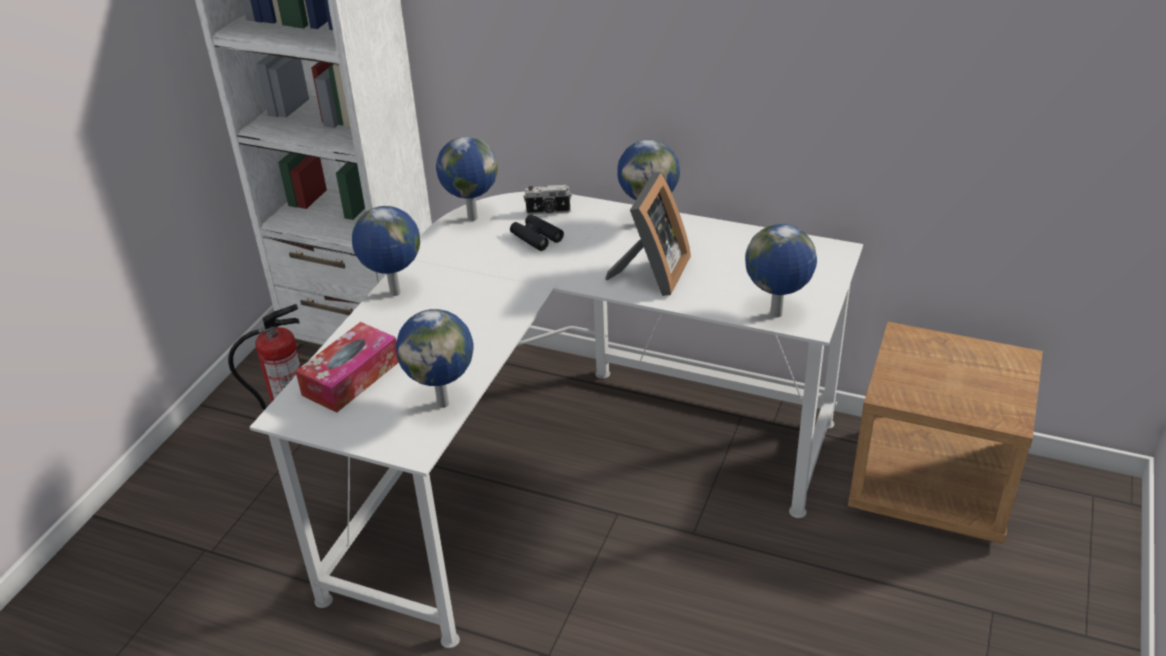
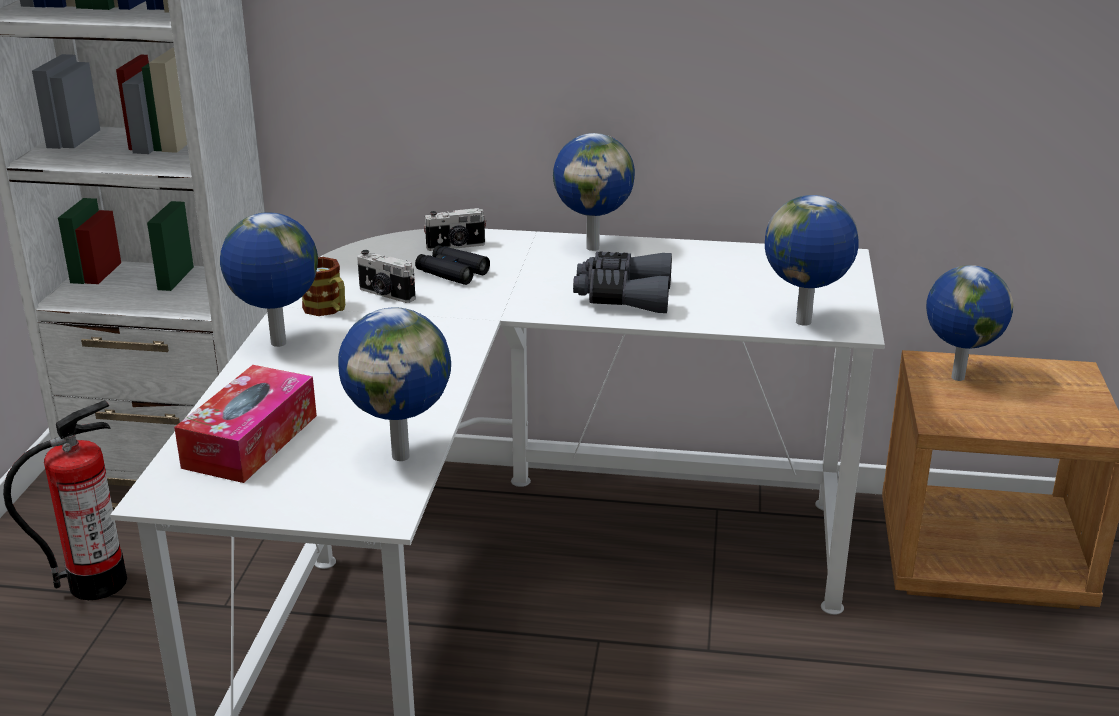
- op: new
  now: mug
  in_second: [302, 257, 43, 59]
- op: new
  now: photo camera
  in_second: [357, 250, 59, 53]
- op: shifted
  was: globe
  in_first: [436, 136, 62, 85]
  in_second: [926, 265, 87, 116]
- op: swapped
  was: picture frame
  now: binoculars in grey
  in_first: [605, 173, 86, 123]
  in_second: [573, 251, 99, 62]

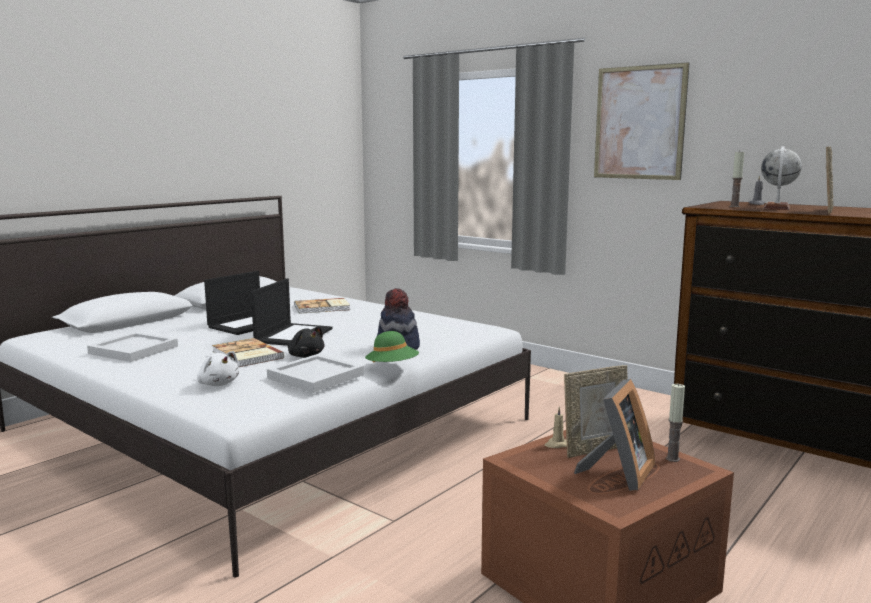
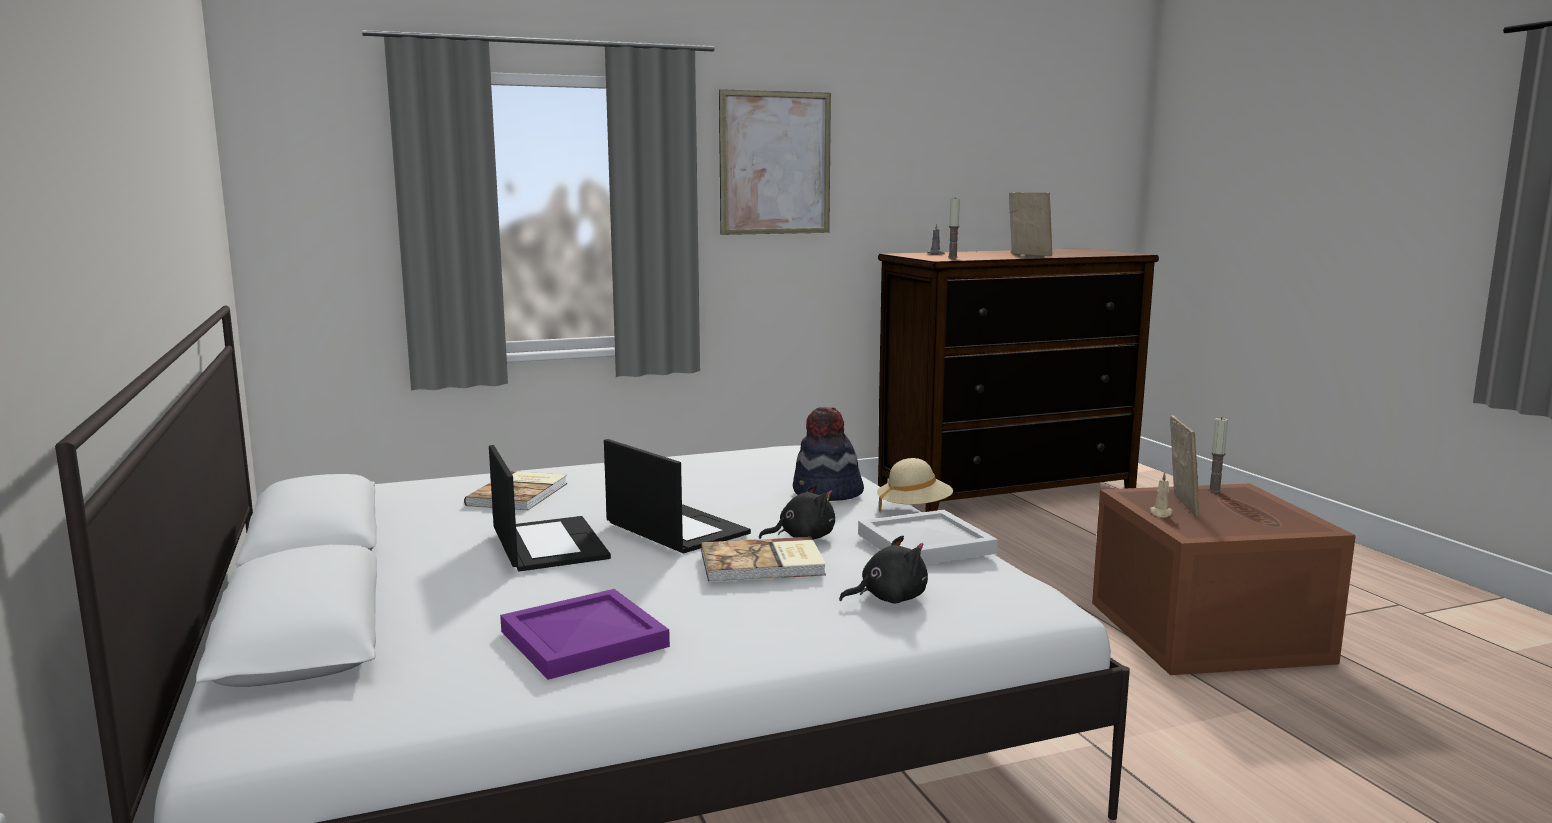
- op: gone
  was: picture frame
  in_first: [574, 379, 81, 112]
- op: gone
  was: globe
  in_first: [761, 146, 41, 64]
- op: repainted
  was: tray in white
  now: tray in purple
  in_first: [87, 332, 91, 30]
  in_second: [500, 589, 170, 91]
- op: repainted
  was: plush toy in white
  now: plush toy in black
  in_first: [197, 351, 42, 35]
  in_second: [839, 535, 89, 68]
- op: repainted
  was: hat in green
  now: hat in beige
  in_first: [365, 331, 54, 32]
  in_second: [877, 458, 76, 54]

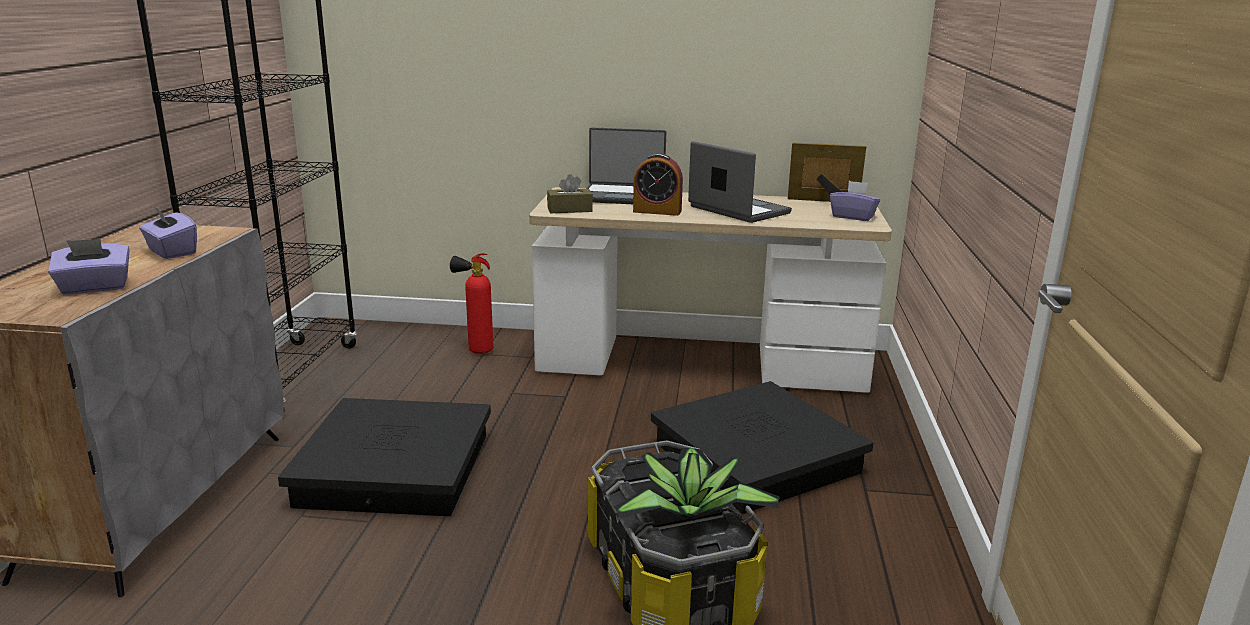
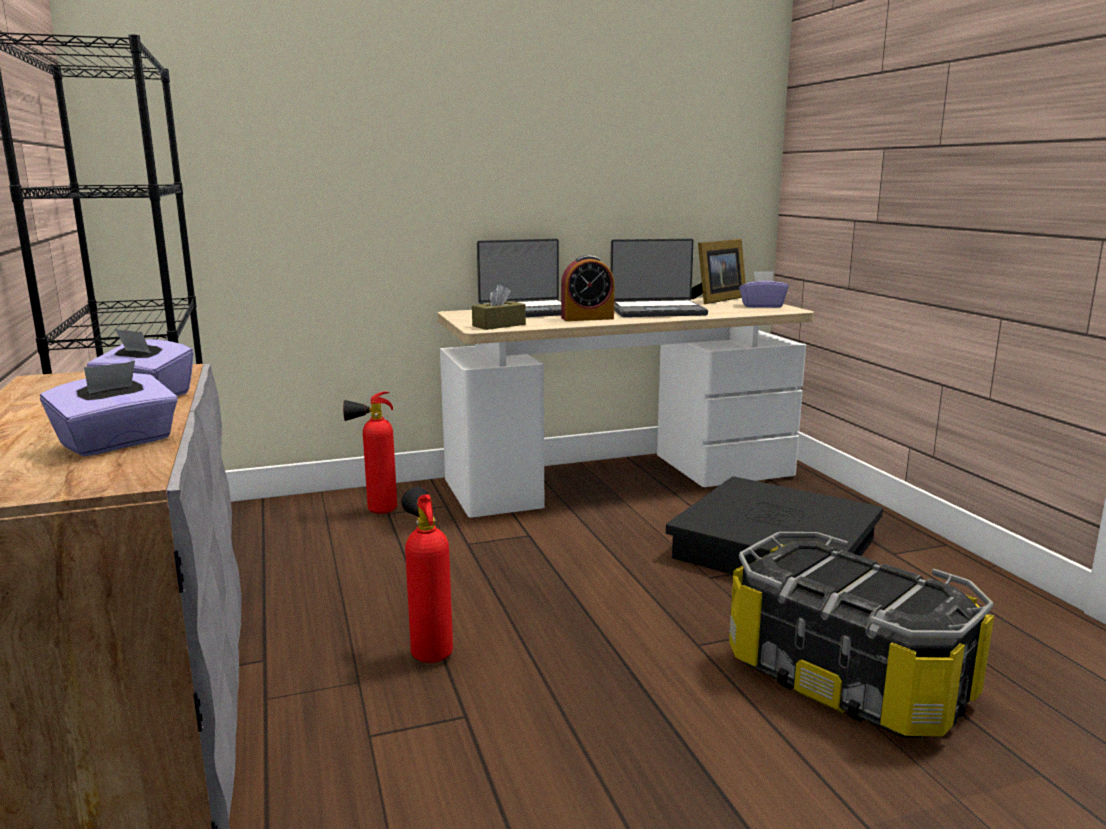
- op: gone
  was: potted plant
  in_first: [614, 448, 166, 73]
- op: swapped
  was: storage box in black
  now: fire extinguisher
  in_first: [278, 398, 213, 118]
  in_second: [401, 487, 52, 176]
- op: rotated
  was: laptop
  in_first: [688, 141, 104, 82]
  in_second: [610, 238, 98, 79]
  clockwise: 150
- op: rotated
  was: picture frame
  in_first: [788, 142, 78, 60]
  in_second: [691, 239, 55, 65]
  clockwise: 150

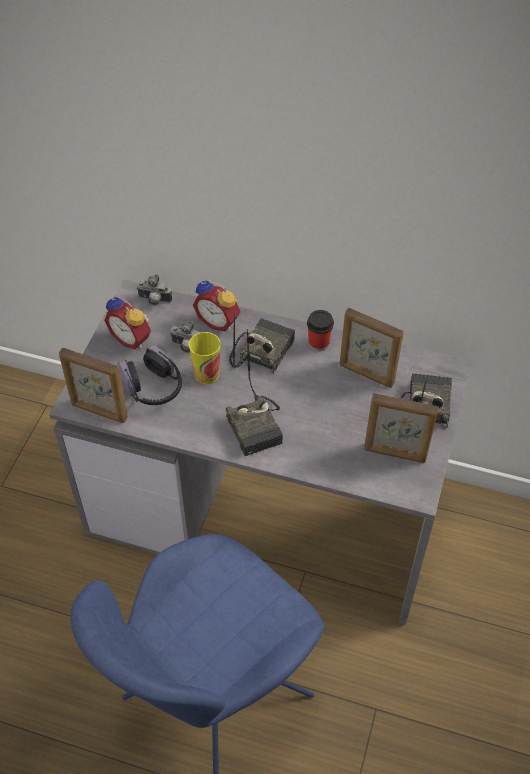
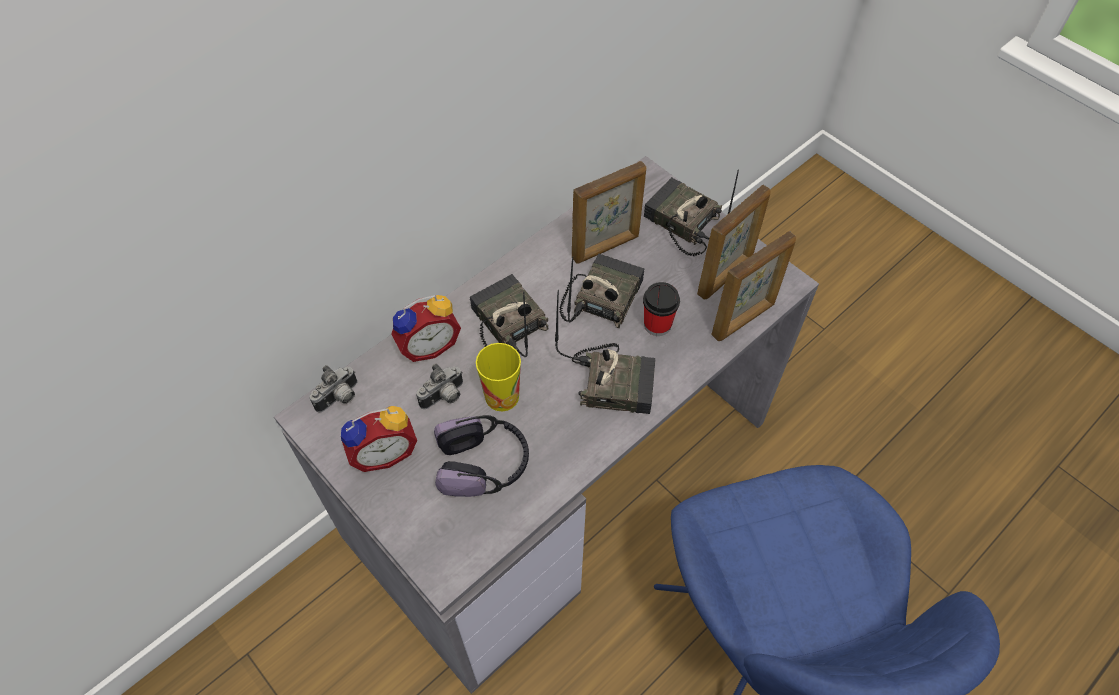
- op: new
  now: radio
  in_second: [559, 253, 85, 75]
- op: shifted
  was: picture frame
  in_first: [59, 347, 69, 76]
  in_second: [711, 231, 85, 110]
- op: shifted
  was: cup
  in_first: [307, 310, 27, 41]
  in_second: [643, 282, 37, 54]

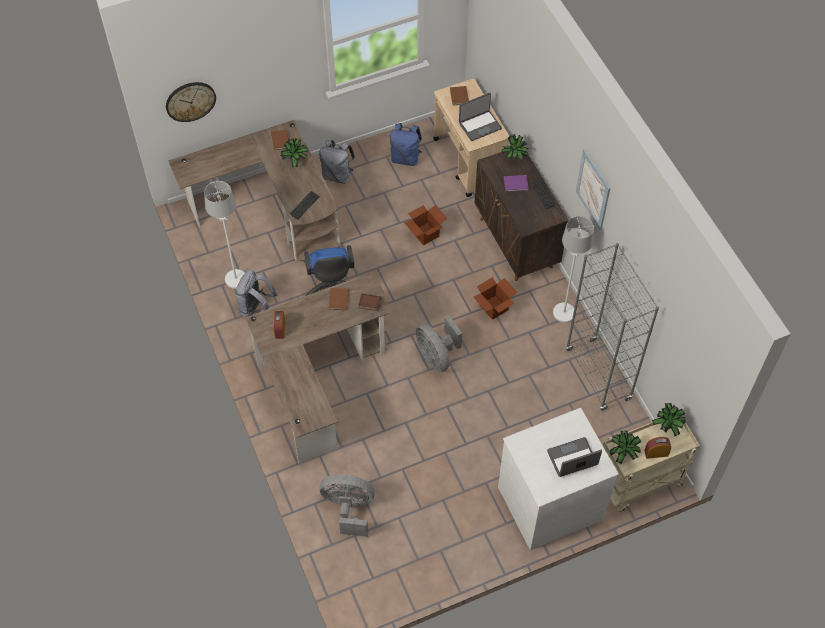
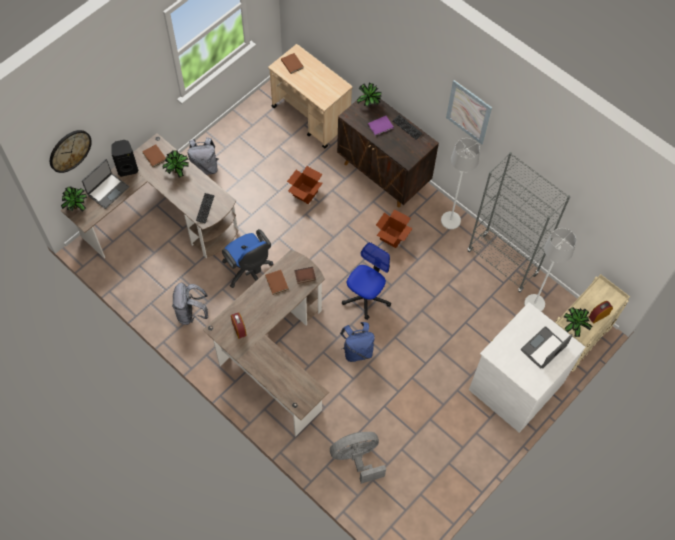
- op: new
  now: speaker in black
  in_second: [112, 140, 26, 37]
- op: shifted
  was: floor lamp in white
  in_first: [204, 181, 41, 108]
  in_second: [524, 228, 52, 84]
- op: shifted
  was: backpack in blue
  in_first: [390, 123, 32, 43]
  in_second: [340, 322, 35, 40]
- op: shifted
  was: laptop
  in_first: [459, 93, 43, 48]
  in_second: [82, 159, 47, 50]
- op: shifted
  was: potted plant
  in_first: [652, 403, 34, 33]
  in_second: [61, 186, 26, 26]
- op: swapped
  was: fan in grey
  now: office chair
  in_first: [416, 315, 46, 57]
  in_second: [342, 242, 49, 78]

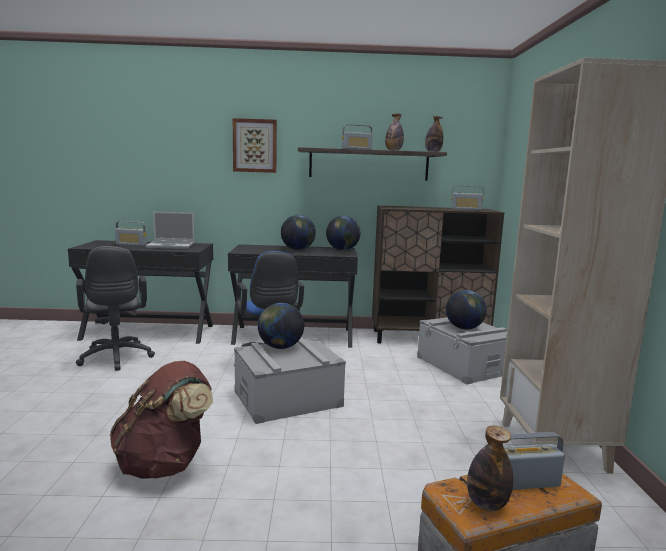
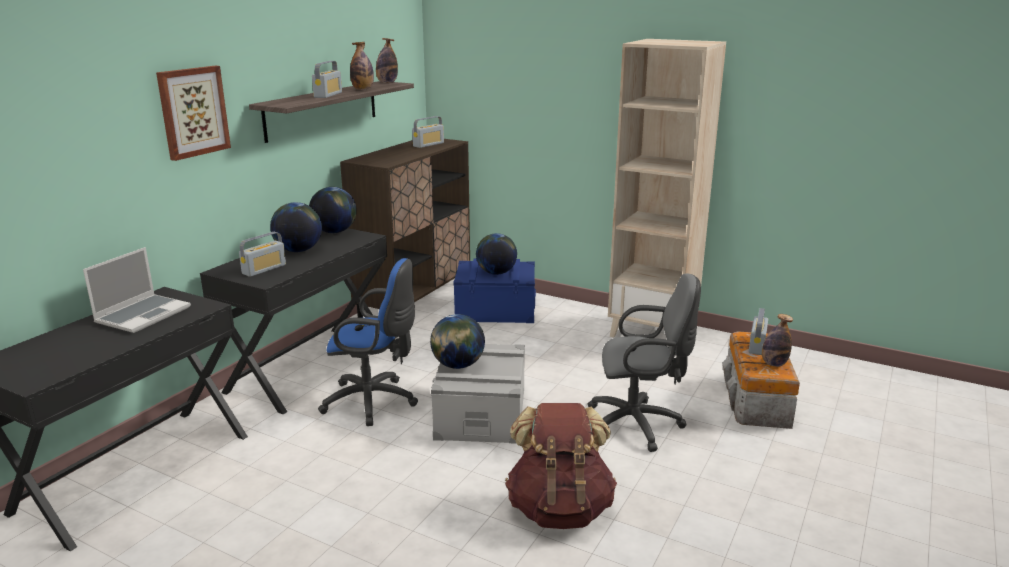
- op: shifted
  was: office chair in grey
  in_first: [76, 246, 79, 125]
  in_second: [587, 273, 114, 179]
- op: shifted
  was: radio
  in_first: [115, 221, 32, 25]
  in_second: [239, 232, 47, 45]
- op: repainted
  was: storage box in grey
  now: storage box in blue
  in_first: [417, 318, 90, 66]
  in_second: [453, 259, 83, 64]

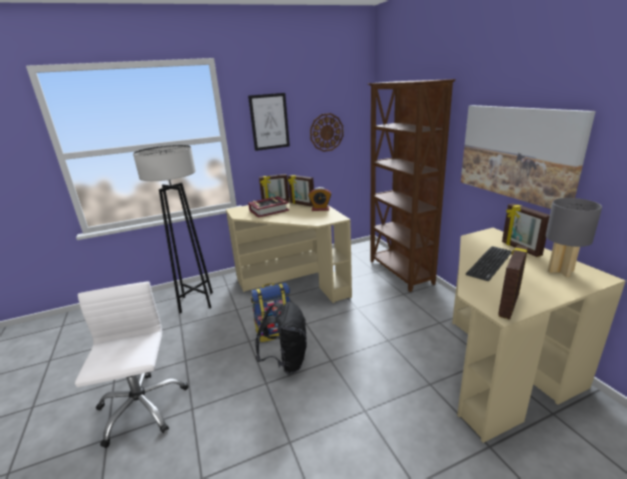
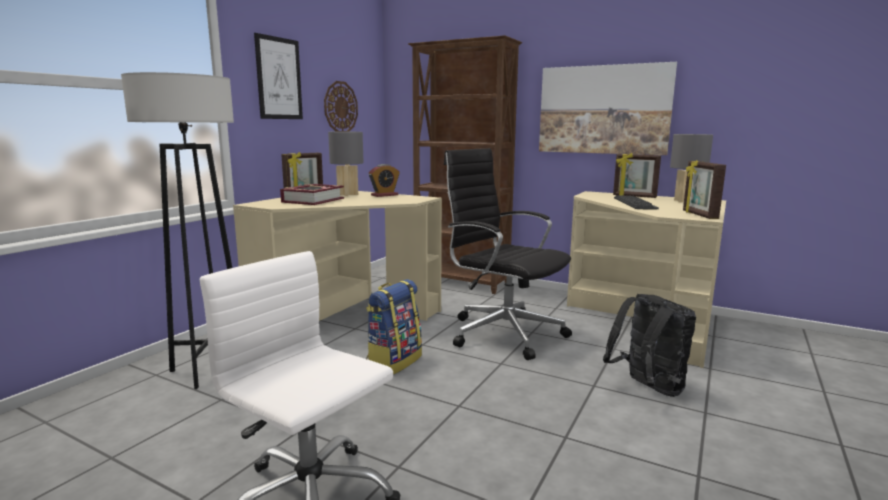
- op: new
  now: office chair in black
  in_second: [444, 148, 128, 212]
- op: shifted
  was: backpack in black
  in_first: [255, 302, 52, 73]
  in_second: [603, 294, 93, 103]
- op: swapped
  was: picture frame
  now: table lamp in grey
  in_first: [288, 175, 26, 32]
  in_second: [328, 132, 36, 64]

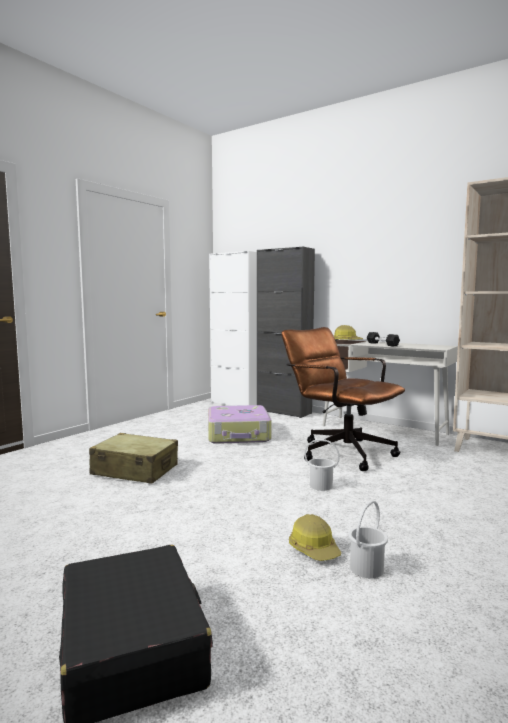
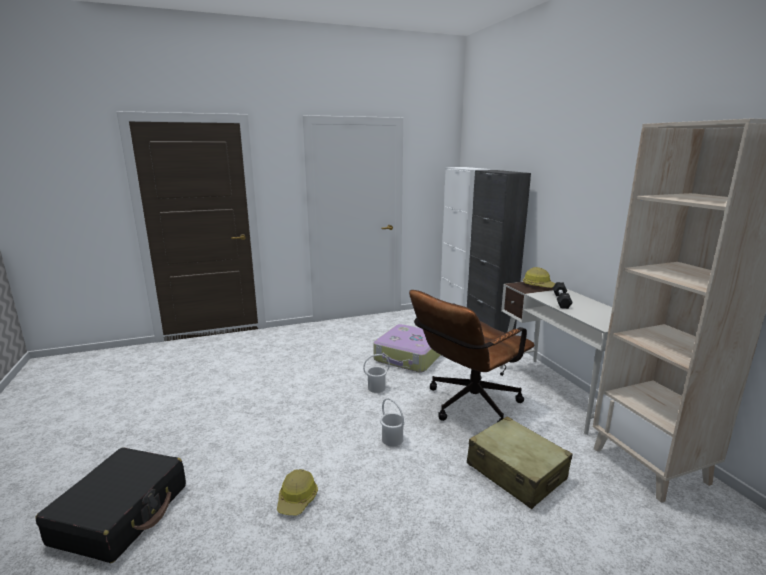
- op: shifted
  was: suitcase in beige
  in_first: [89, 433, 89, 51]
  in_second: [467, 416, 105, 93]
- op: shifted
  was: bucket in white
  in_first: [348, 501, 40, 78]
  in_second: [363, 354, 27, 39]
- op: rotated
  was: office chair in brown
  in_first: [281, 327, 124, 144]
  in_second: [409, 290, 125, 132]
  clockwise: -120

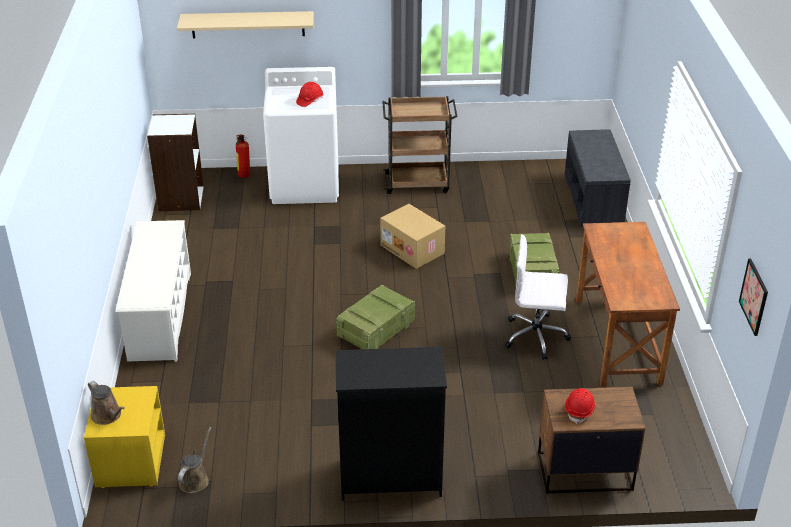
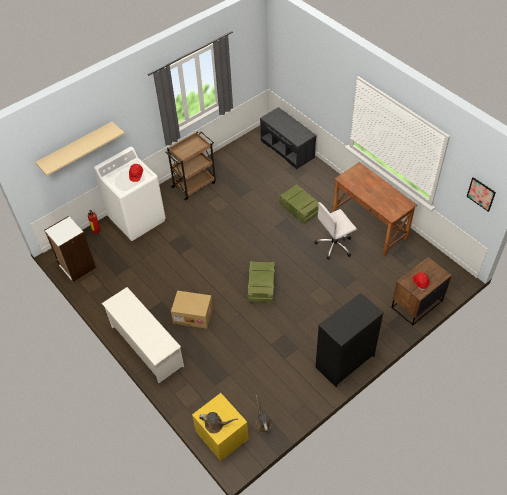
- op: shifted
  was: cardboard box
  in_first: [380, 204, 65, 65]
  in_second: [171, 291, 42, 38]

